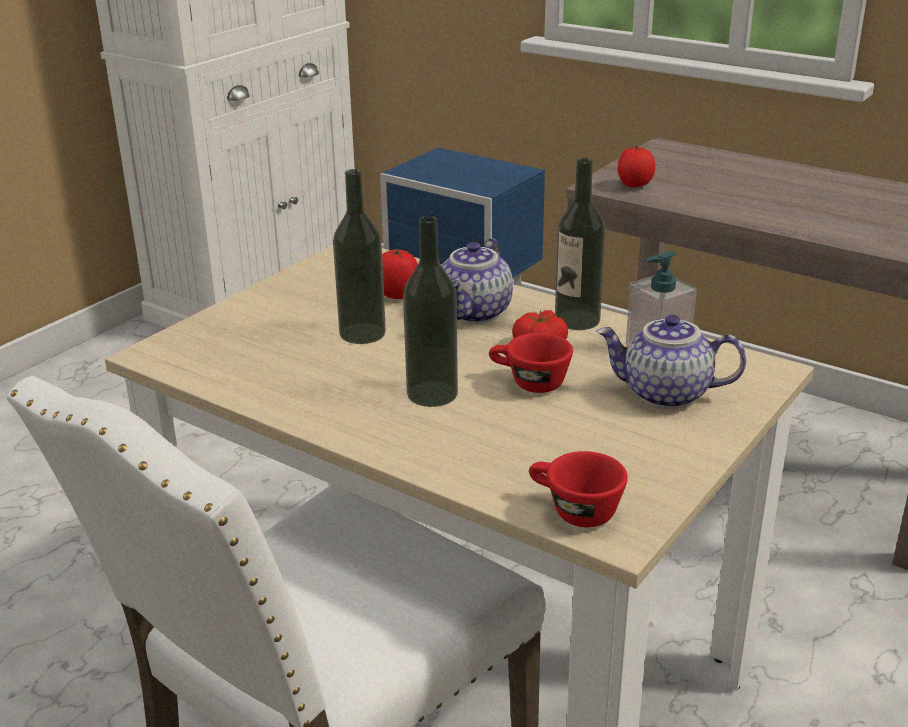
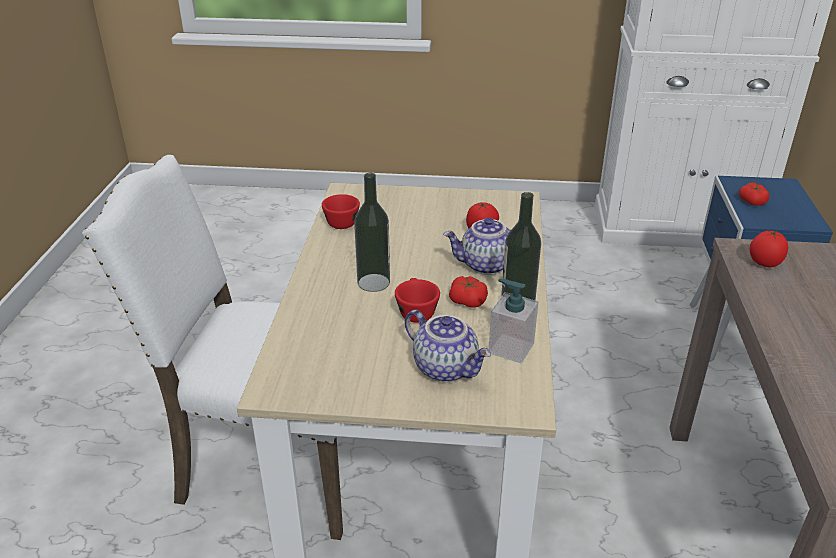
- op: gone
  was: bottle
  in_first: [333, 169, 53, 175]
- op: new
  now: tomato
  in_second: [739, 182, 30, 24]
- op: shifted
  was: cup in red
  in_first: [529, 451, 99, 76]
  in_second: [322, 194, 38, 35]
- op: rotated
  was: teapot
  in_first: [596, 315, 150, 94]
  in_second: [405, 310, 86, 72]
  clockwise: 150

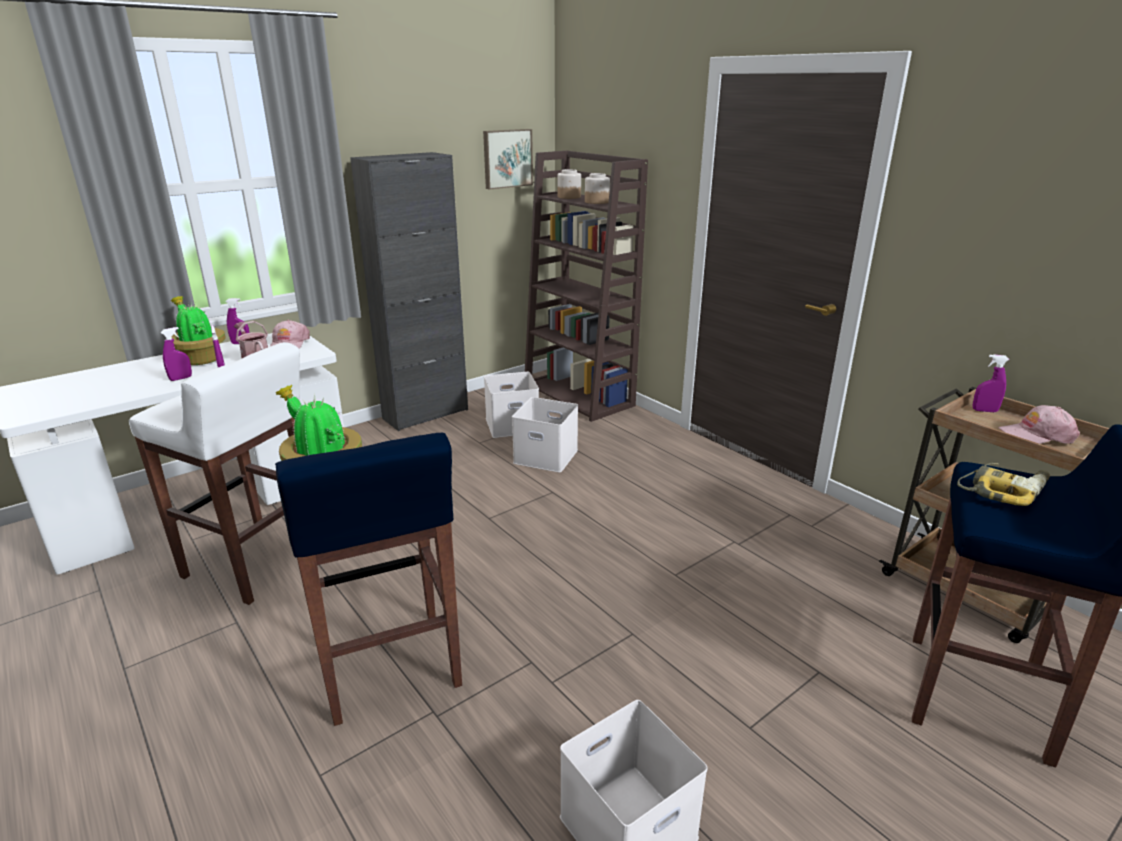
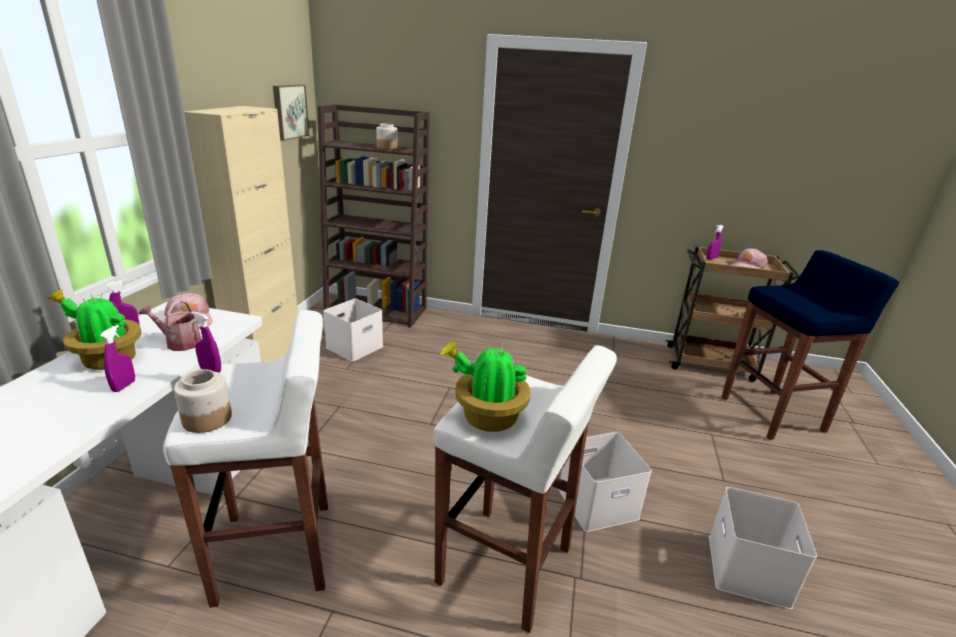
- op: gone
  was: power drill
  in_first: [957, 463, 93, 43]
- op: shifted
  was: storage box in white
  in_first: [512, 397, 66, 76]
  in_second: [559, 432, 93, 100]
- op: shifted
  was: jar
  in_first: [557, 169, 24, 30]
  in_second: [174, 369, 58, 64]
- op: repainted
  was: stool in blue
  now: stool in white
  in_first: [275, 433, 187, 293]
  in_second: [433, 345, 184, 288]
- op: repainted
  was: cabinet in black
  now: cabinet in beige
  in_first: [350, 152, 118, 279]
  in_second: [184, 106, 114, 256]

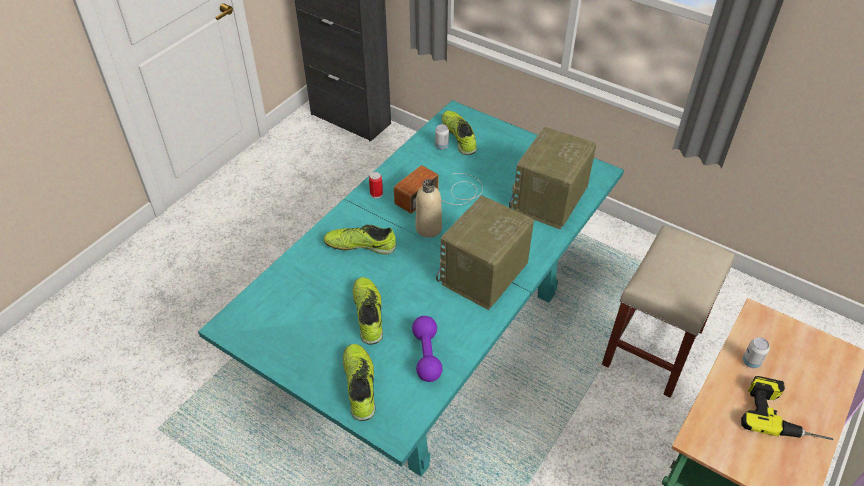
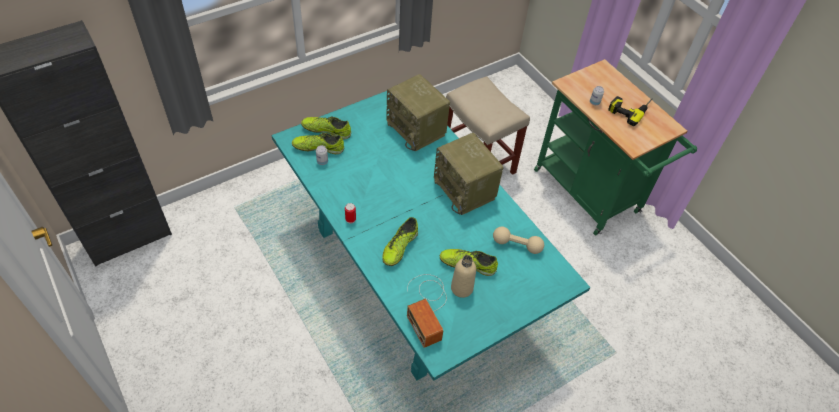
- op: shifted
  was: shoe
  in_first: [343, 344, 32, 77]
  in_second: [301, 116, 50, 24]
- op: shifted
  was: radio
  in_first: [394, 165, 89, 49]
  in_second: [407, 274, 40, 74]
- op: shifted
  was: bottle in beige
  in_first: [415, 179, 27, 59]
  in_second: [451, 255, 25, 43]
- op: repainted
  was: dumbbell in purple
  now: dumbbell in beige
  in_first: [412, 316, 30, 66]
  in_second: [493, 227, 51, 27]

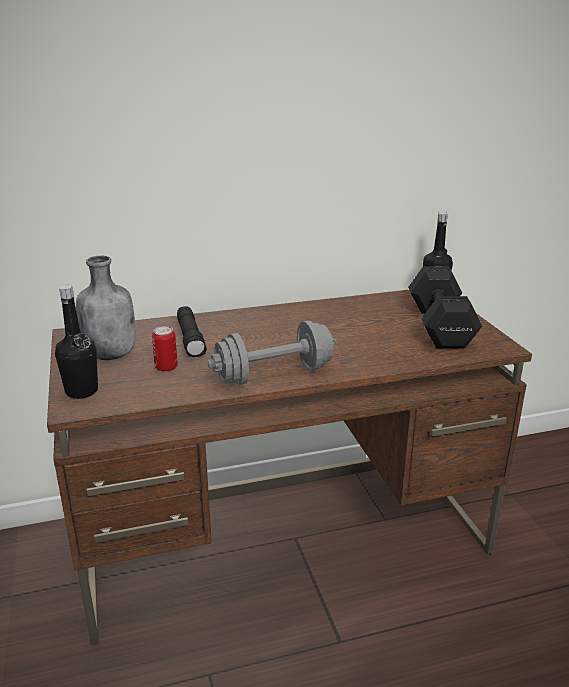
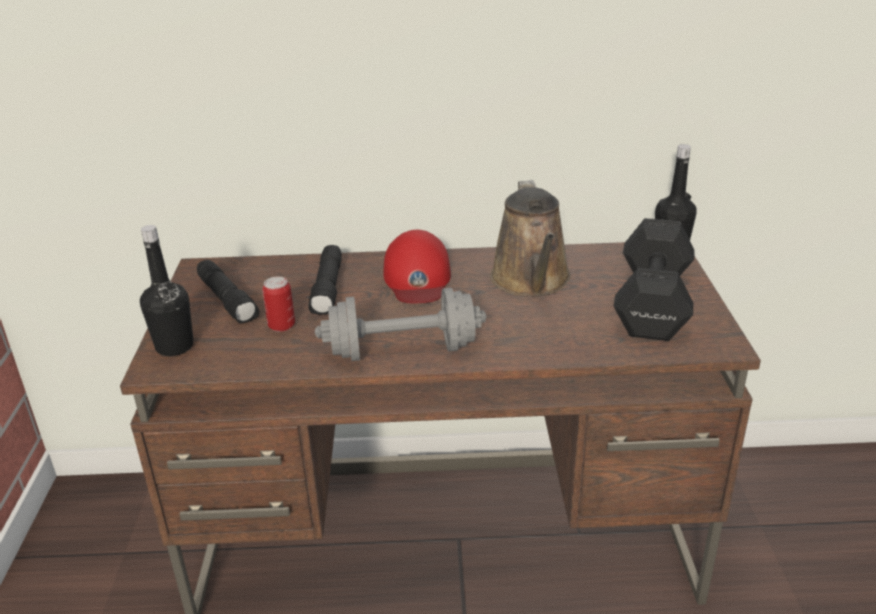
- op: new
  now: cap in red
  in_second: [383, 230, 68, 73]
- op: new
  now: watering can in brown
  in_second: [490, 180, 81, 117]
- op: swapped
  was: bottle in grey
  now: flashlight in black
  in_first: [76, 256, 60, 104]
  in_second: [197, 260, 62, 64]

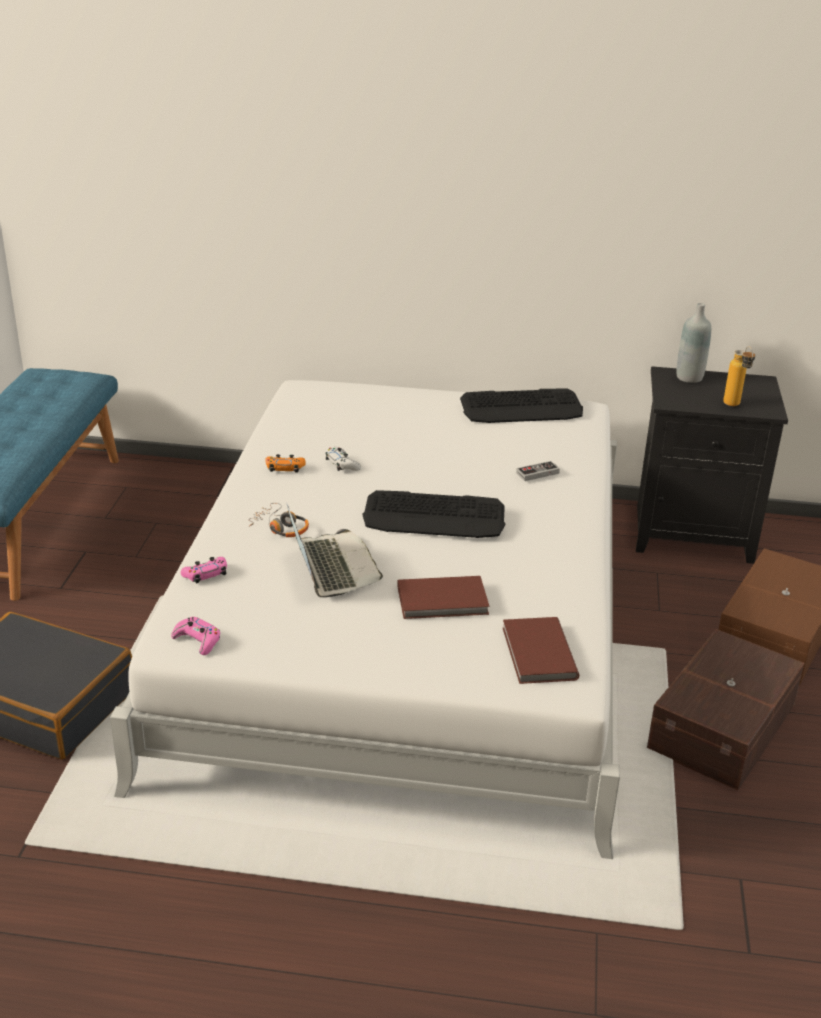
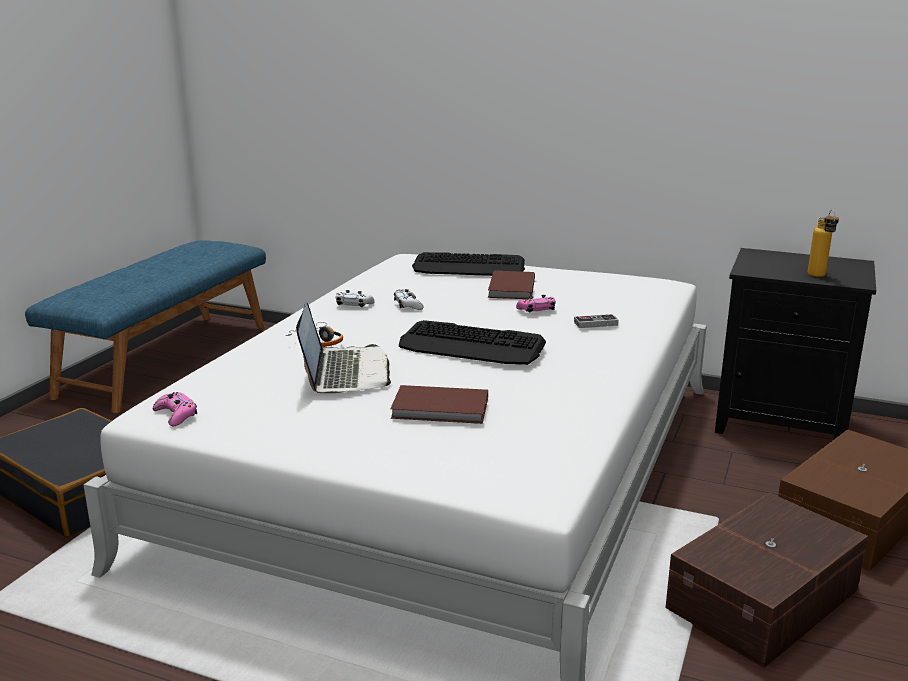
- op: gone
  was: bottle in grey
  in_first: [676, 303, 35, 80]
- op: shifted
  was: game controller in pink
  in_first: [181, 557, 46, 26]
  in_second: [516, 295, 40, 18]
- op: shifted
  was: keyboard
  in_first: [460, 389, 123, 34]
  in_second: [412, 252, 113, 24]
- op: shifted
  was: book in brown
  in_first: [503, 617, 76, 67]
  in_second: [488, 271, 47, 28]
- op: repainted
  was: game controller in orange
  now: game controller in white
  in_first: [265, 454, 41, 19]
  in_second: [336, 290, 39, 17]

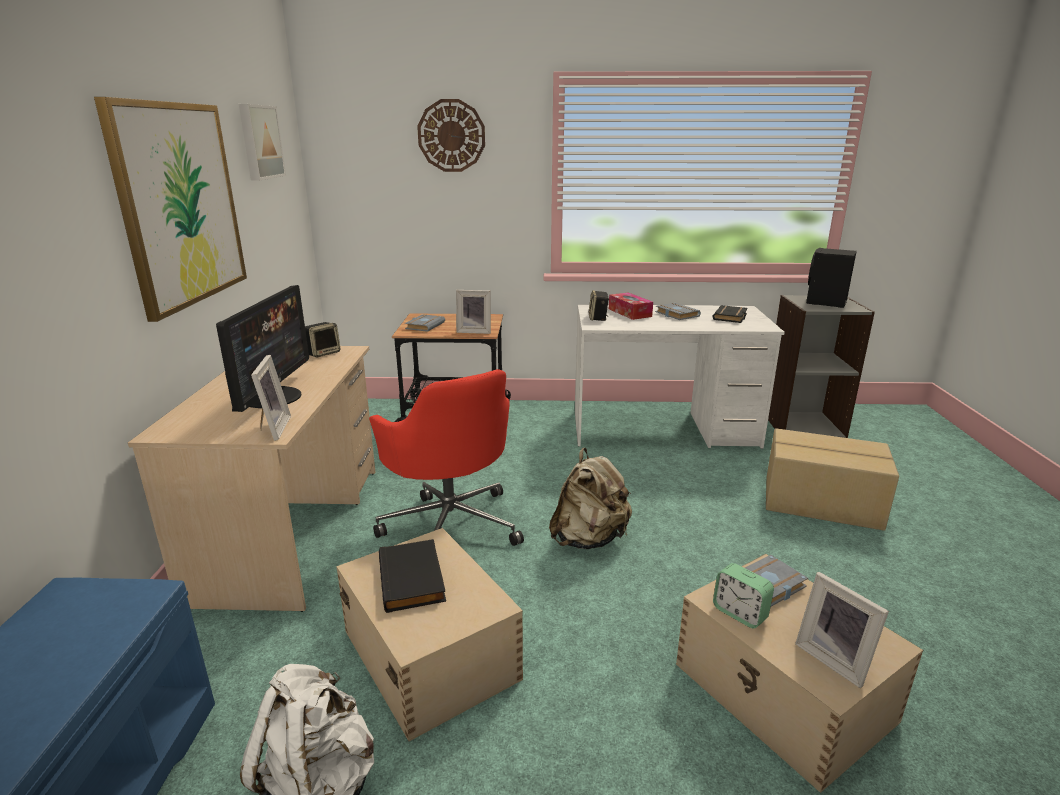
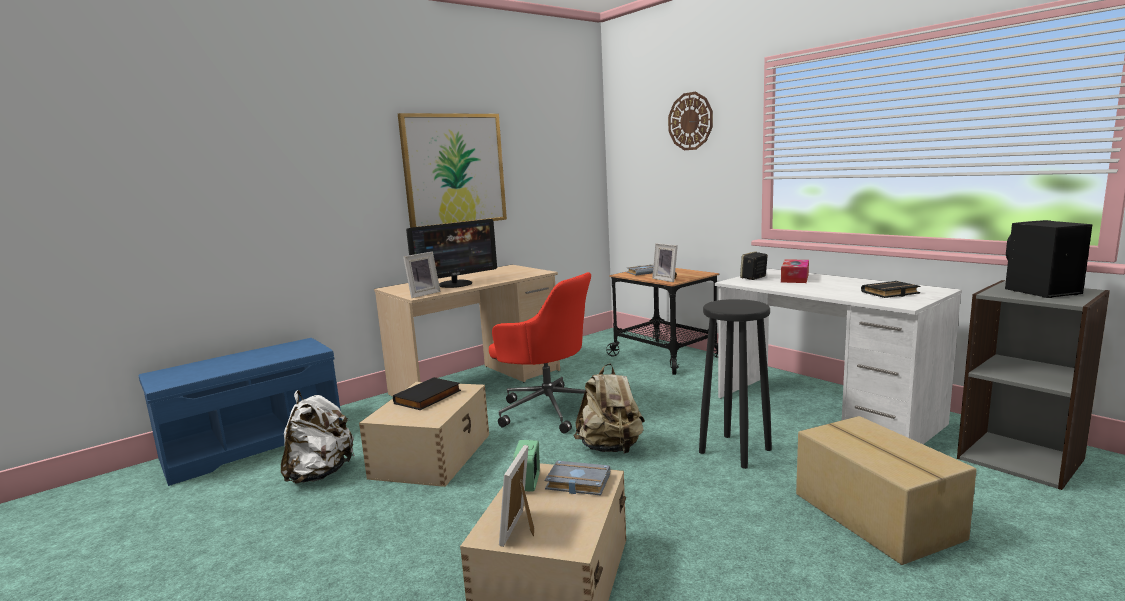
- op: gone
  was: picture
  in_first: [239, 104, 47, 76]
- op: gone
  was: speaker
  in_first: [305, 322, 36, 35]
- op: gone
  was: book in grey
  in_first: [655, 303, 46, 17]
- op: new
  now: stool in black
  in_second: [699, 299, 73, 170]
- op: rotated
  was: office chair in red
  in_first: [369, 369, 155, 177]
  in_second: [489, 272, 102, 162]
  clockwise: -75

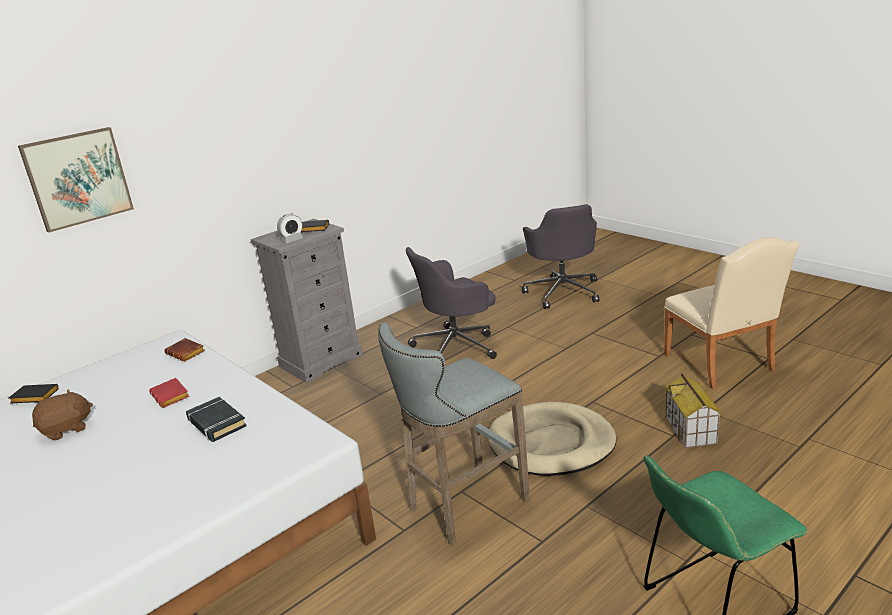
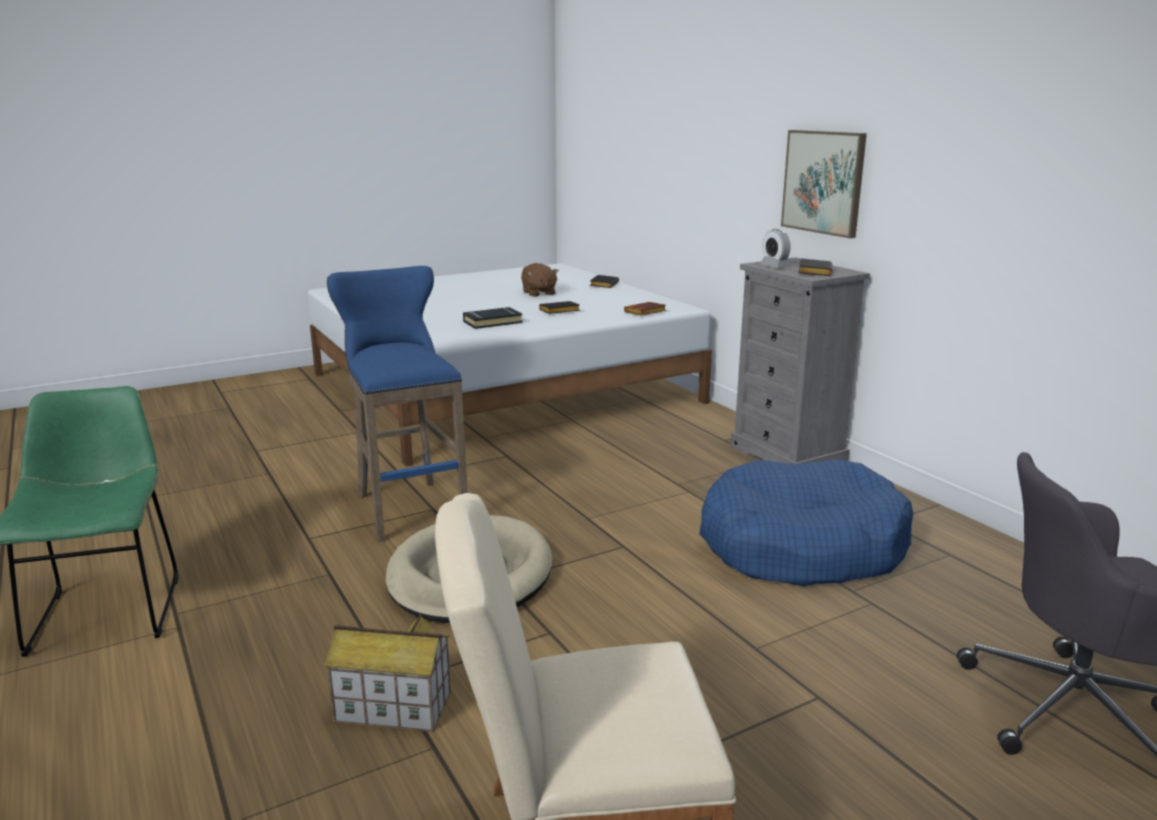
- op: shifted
  was: picture
  in_first: [18, 127, 116, 106]
  in_second: [781, 130, 86, 108]
- op: swapped
  was: office chair in grey
  now: dog bed in blue
  in_first: [406, 247, 91, 112]
  in_second: [699, 460, 214, 126]
- op: repainted
  was: book in red
  now: book in black
  in_first: [149, 378, 40, 30]
  in_second: [539, 301, 41, 13]
- op: repainted
  was: stool in grey
  now: stool in blue
  in_first: [378, 322, 152, 223]
  in_second: [327, 266, 141, 276]

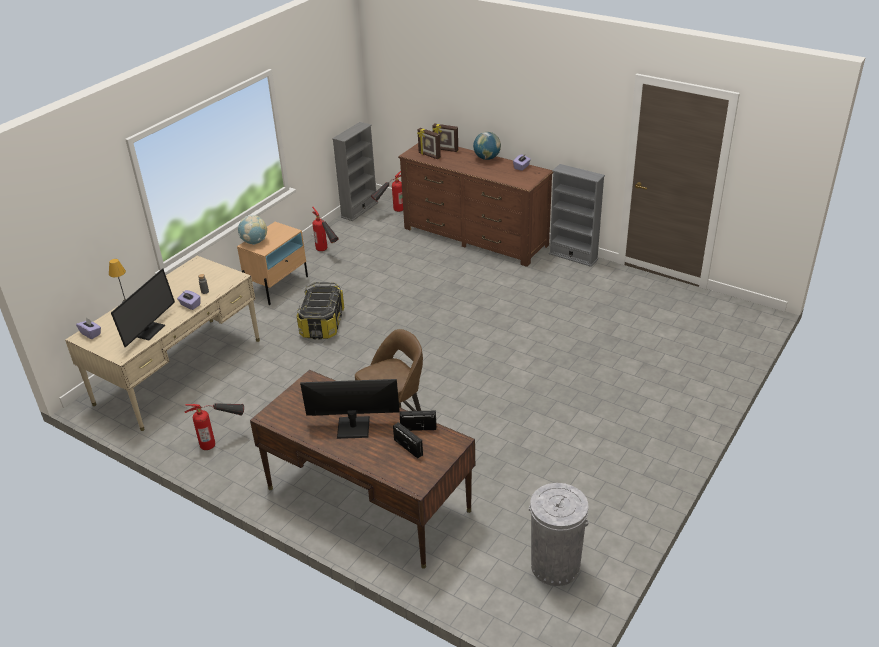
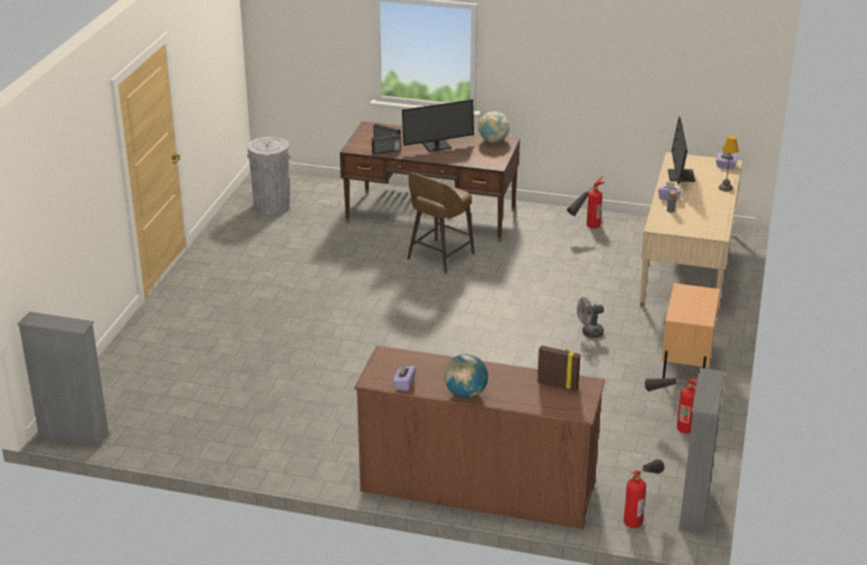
- op: gone
  was: picture frame
  in_first: [432, 124, 26, 28]
- op: shifted
  was: globe
  in_first: [238, 215, 29, 30]
  in_second: [478, 111, 32, 31]
- op: shifted
  was: bookcase in grey
  in_first: [549, 164, 56, 103]
  in_second: [18, 312, 93, 136]
- op: swapped
  was: storage box
  now: fan in grey
  in_first: [297, 282, 47, 58]
  in_second: [577, 297, 27, 41]

